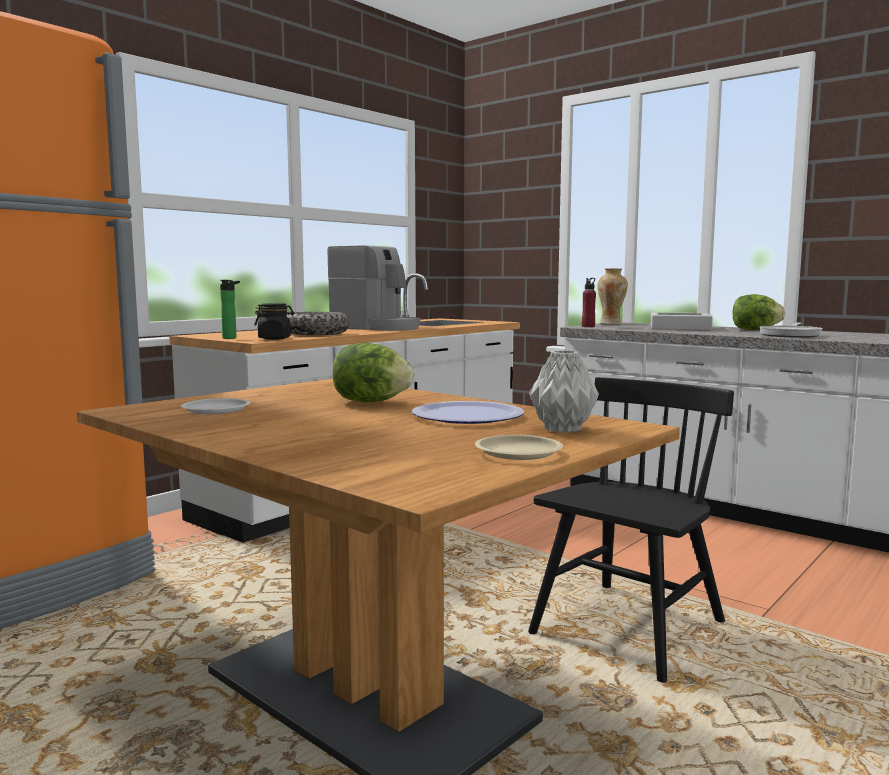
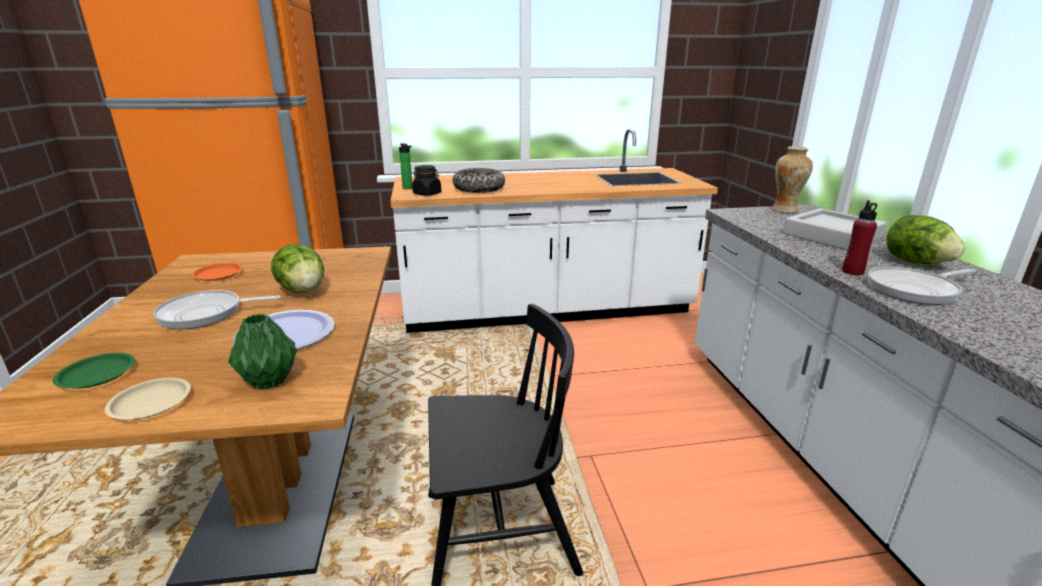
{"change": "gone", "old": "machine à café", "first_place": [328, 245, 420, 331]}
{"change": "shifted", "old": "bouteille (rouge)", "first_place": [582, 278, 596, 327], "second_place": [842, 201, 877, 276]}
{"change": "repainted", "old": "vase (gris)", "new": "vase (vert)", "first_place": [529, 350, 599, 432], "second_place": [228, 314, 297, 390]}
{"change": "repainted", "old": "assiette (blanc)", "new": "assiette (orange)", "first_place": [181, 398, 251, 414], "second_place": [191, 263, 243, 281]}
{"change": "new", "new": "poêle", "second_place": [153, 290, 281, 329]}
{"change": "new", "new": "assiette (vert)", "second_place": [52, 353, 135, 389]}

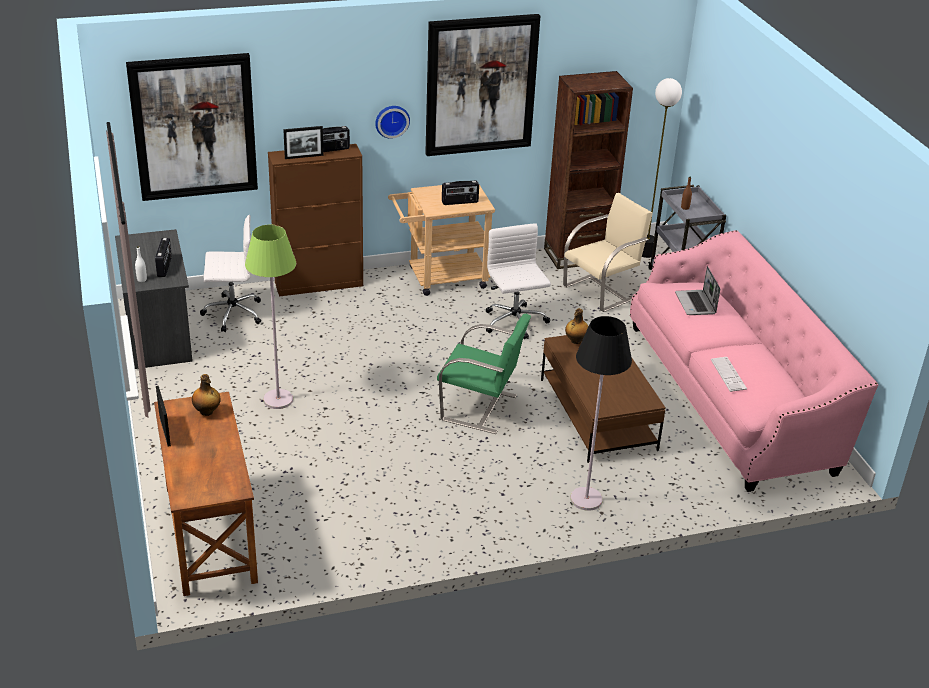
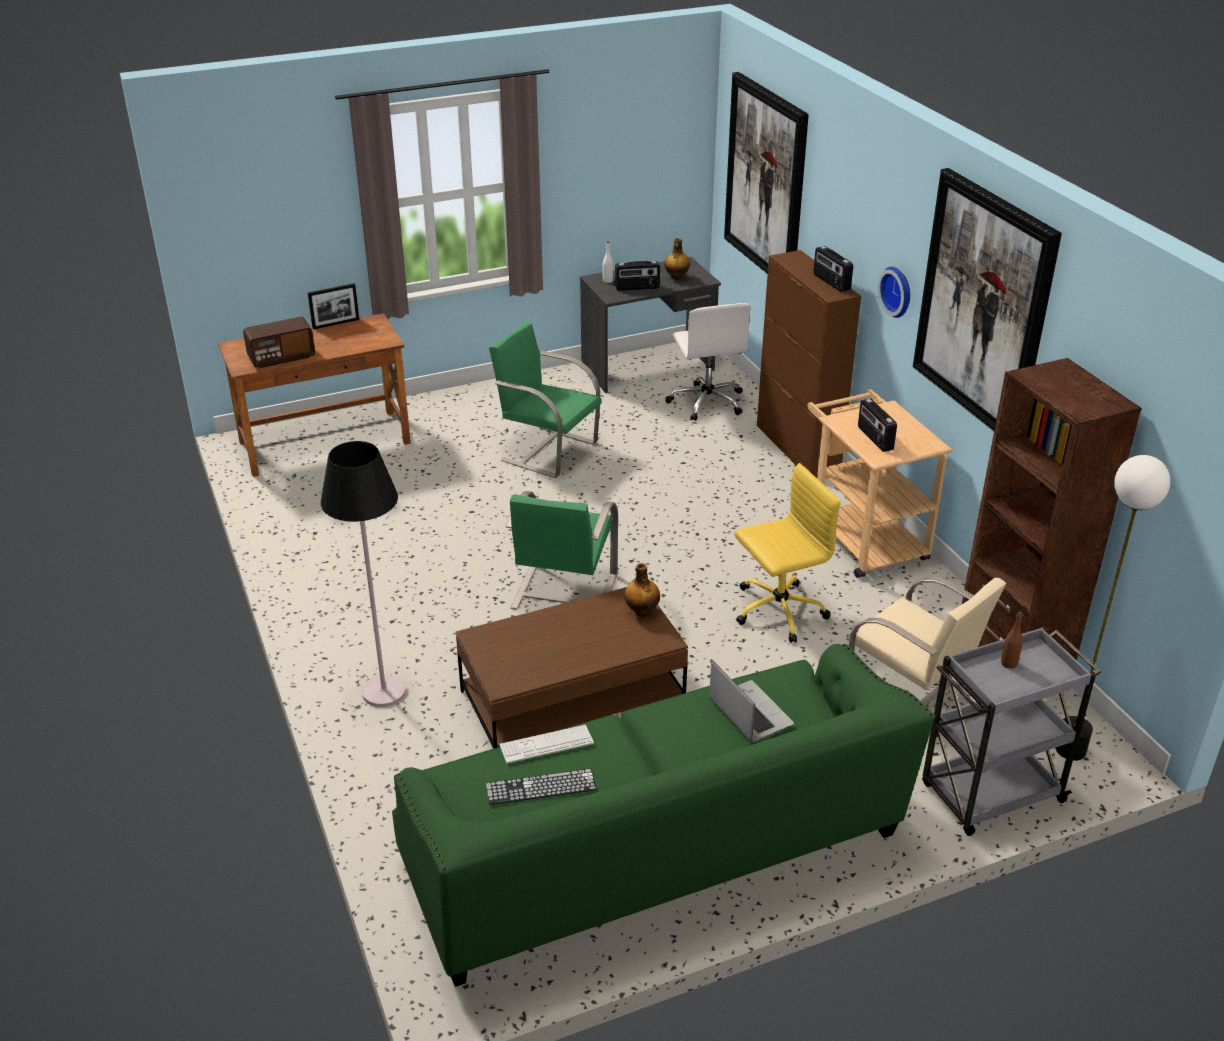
{"change": "gone", "old": "cadre photo", "first_place": [283, 126, 324, 159]}
{"change": "repainted", "old": "chaise de bureau (blanc)", "new": "chaise de bureau (jaune)", "first_place": [486, 223, 551, 339], "second_place": [735, 463, 841, 643]}
{"change": "swapped", "old": "lampadaire (vert)", "new": "chaise (vert)", "first_place": [245, 225, 296, 409], "second_place": [489, 322, 601, 478]}
{"change": "repainted", "old": "canapé (rose)", "new": "canapé (vert)", "first_place": [630, 230, 879, 492], "second_place": [392, 644, 935, 987]}
{"change": "rotated", "old": "ordinateur portable", "first_place": [675, 266, 720, 315], "second_place": [709, 660, 794, 743], "degrees": 75}
{"change": "shifted", "old": "bouteille", "first_place": [192, 374, 221, 416], "second_place": [664, 238, 690, 280]}
{"change": "new", "new": "radio", "second_place": [243, 317, 315, 368]}
{"change": "new", "new": "clavier", "second_place": [486, 768, 597, 805]}

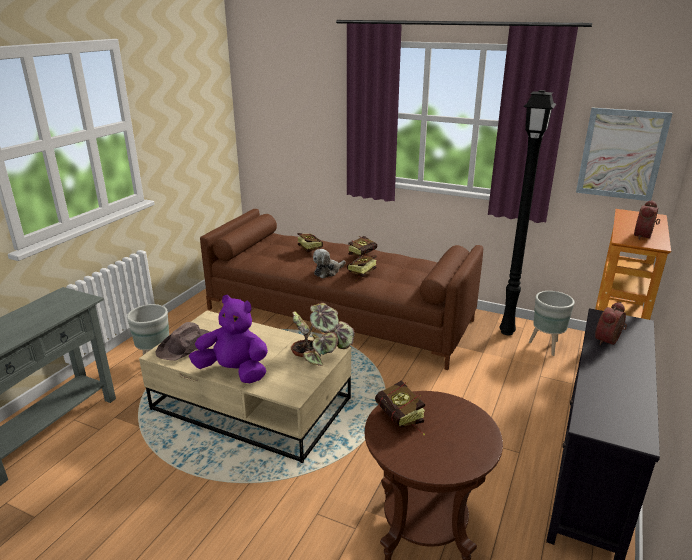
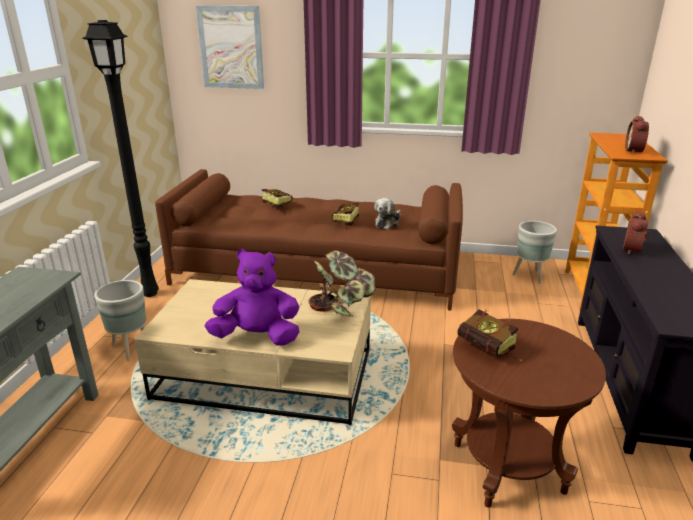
{"change": "shifted", "old": "lampadaire (noir)", "first_place": [499, 90, 557, 335], "second_place": [82, 20, 159, 297]}
{"change": "shifted", "old": "tableau", "first_place": [576, 108, 673, 201], "second_place": [196, 6, 264, 89]}
{"change": "gone", "old": "livre", "first_place": [348, 236, 377, 256]}
{"change": "shifted", "old": "peluche", "first_place": [313, 249, 346, 278], "second_place": [374, 198, 401, 230]}
{"change": "gone", "old": "chapeau (marron)", "first_place": [156, 322, 210, 361]}

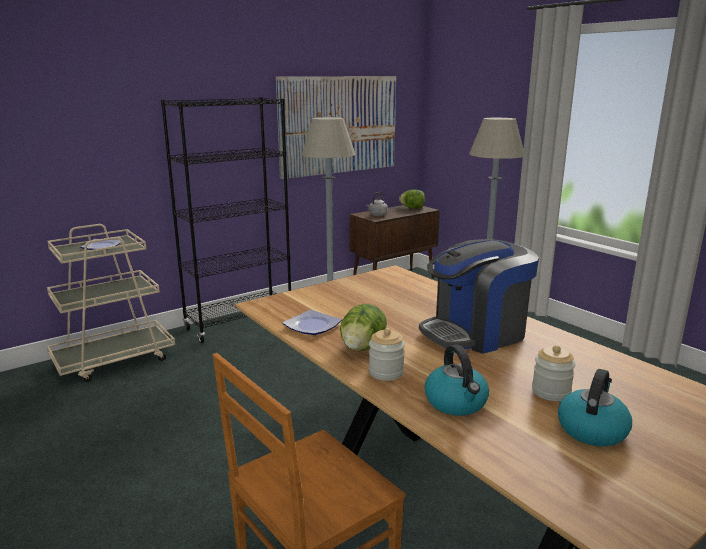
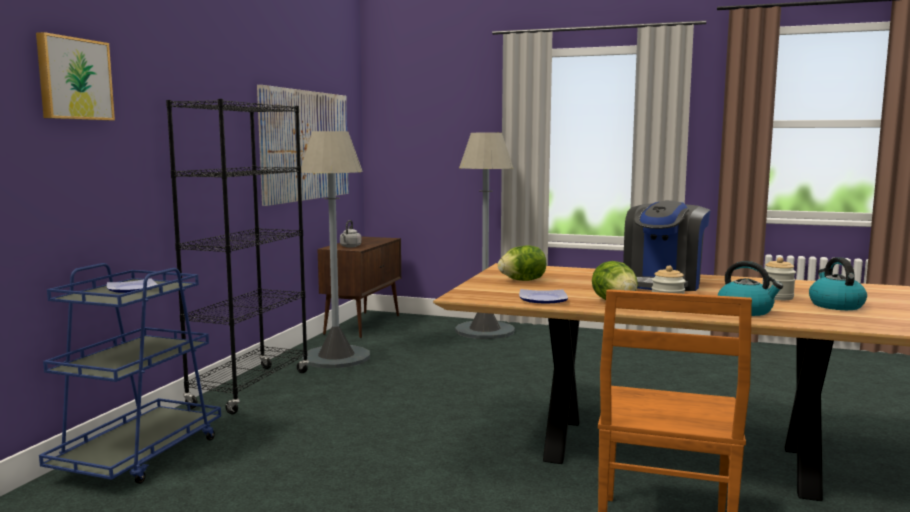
{"change": "shifted", "old": "laitue", "first_place": [399, 190, 425, 209], "second_place": [498, 245, 546, 281]}
{"change": "repainted", "old": "chariot (beige)", "new": "chariot (bleu)", "first_place": [47, 224, 175, 382], "second_place": [39, 263, 221, 484]}
{"change": "new", "new": "tableau", "second_place": [36, 32, 115, 120]}

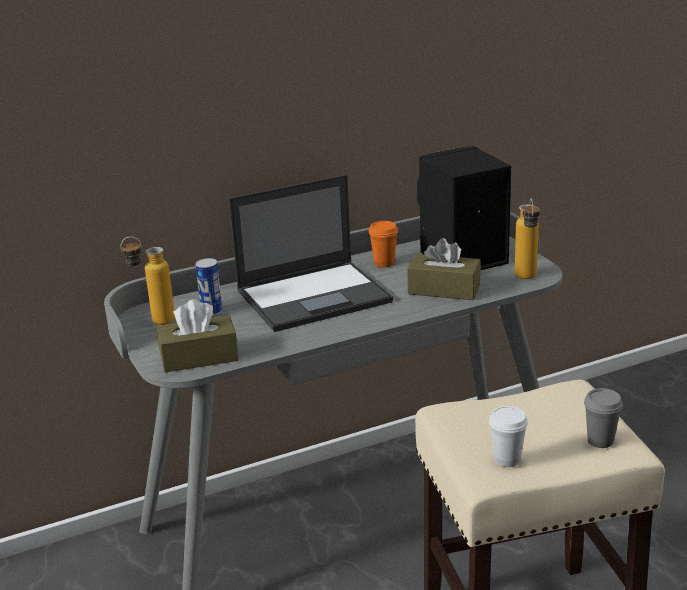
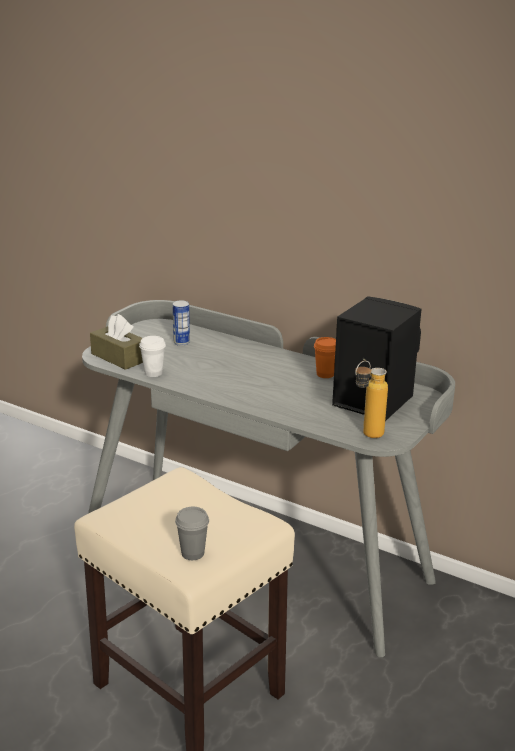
{"change": "gone", "old": "ordinateur portable", "first_place": [229, 175, 393, 332]}
{"change": "gone", "old": "bouteille", "first_place": [121, 236, 175, 325]}
{"change": "gone", "old": "boîte à mouchoirs (marron)", "first_place": [407, 238, 481, 300]}
{"change": "shifted", "old": "tasse (blanc)", "first_place": [489, 406, 528, 467], "second_place": [139, 336, 166, 377]}

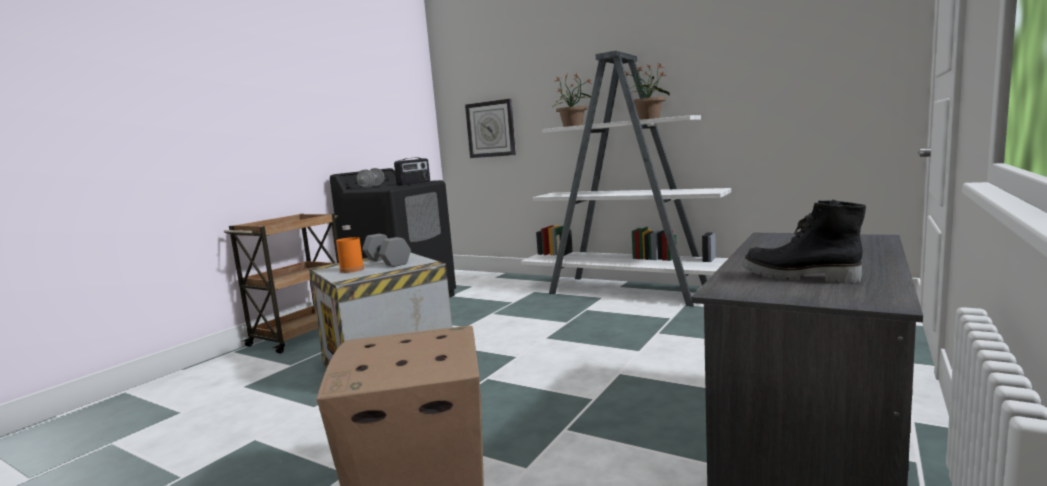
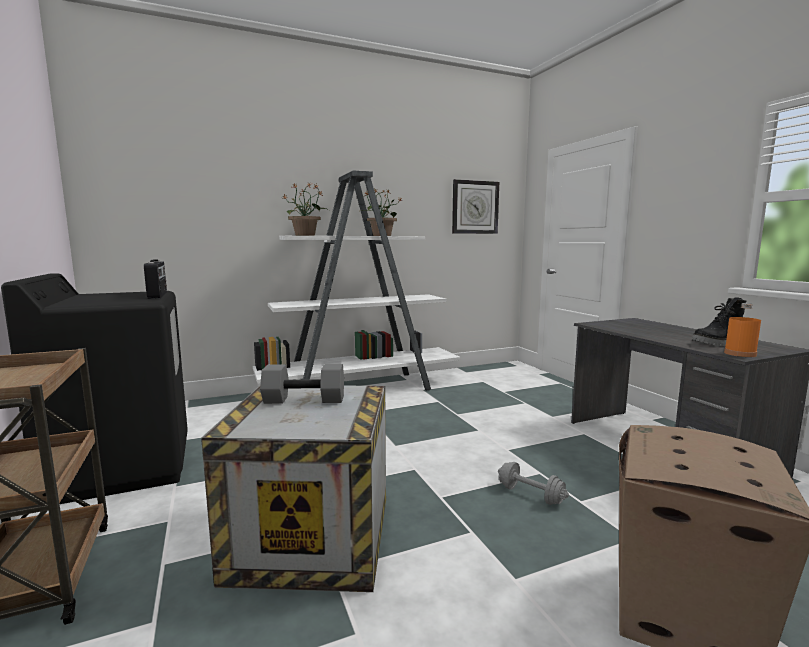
{"change": "shifted", "old": "horloge murale", "first_place": [465, 99, 516, 158], "second_place": [452, 179, 499, 234]}
{"change": "shifted", "old": "haltère (gris)", "first_place": [357, 168, 384, 188], "second_place": [498, 462, 569, 505]}
{"change": "shifted", "old": "bouteille (orange)", "first_place": [336, 225, 364, 273], "second_place": [724, 303, 761, 357]}

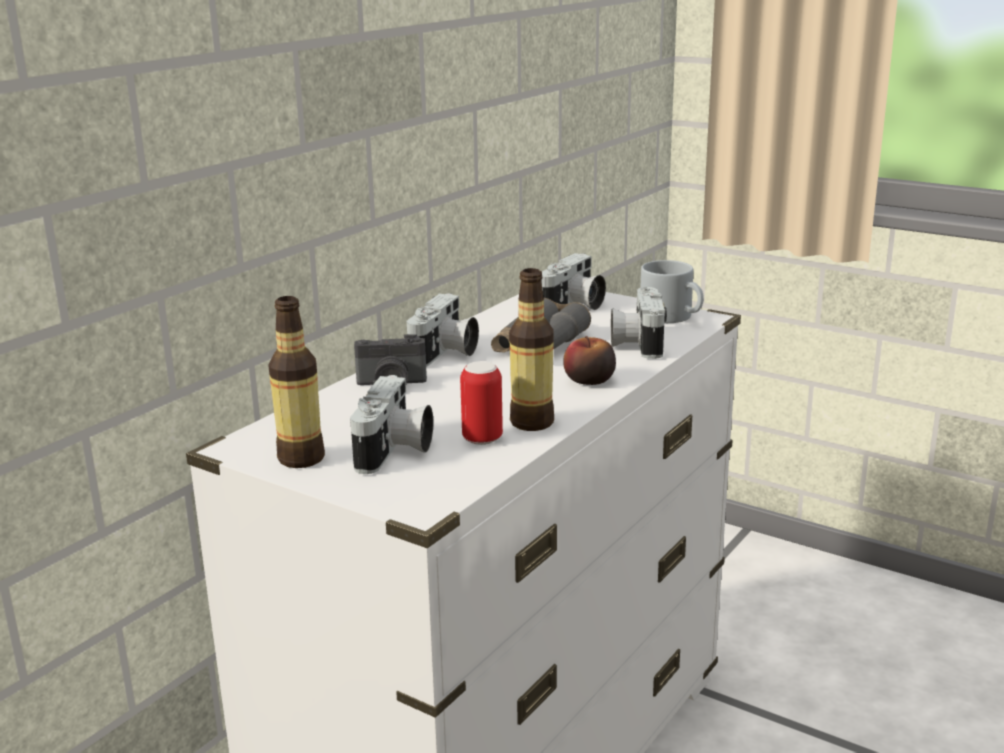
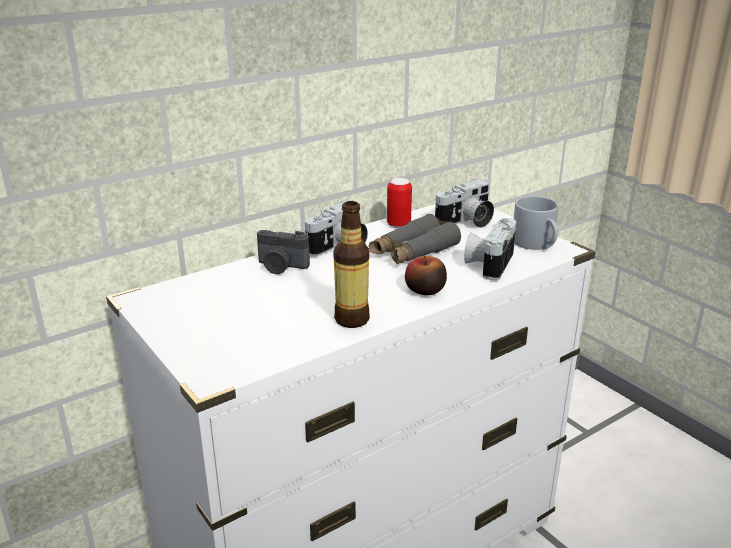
{"change": "gone", "old": "bouteille", "first_place": [268, 296, 325, 468]}
{"change": "shifted", "old": "boîte métallique", "first_place": [460, 361, 503, 445], "second_place": [387, 178, 412, 228]}
{"change": "gone", "old": "appareil photo", "first_place": [350, 375, 433, 474]}

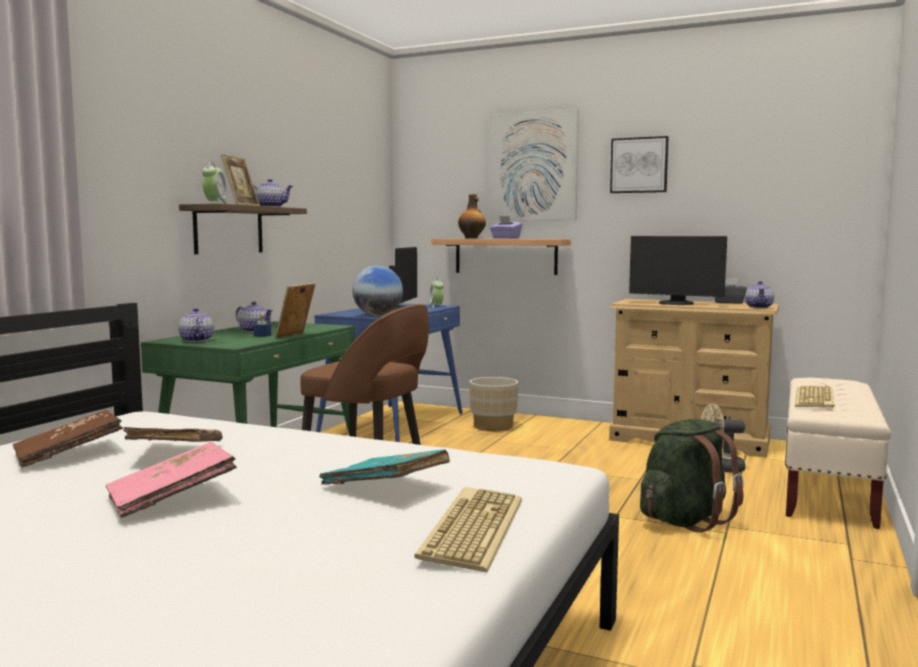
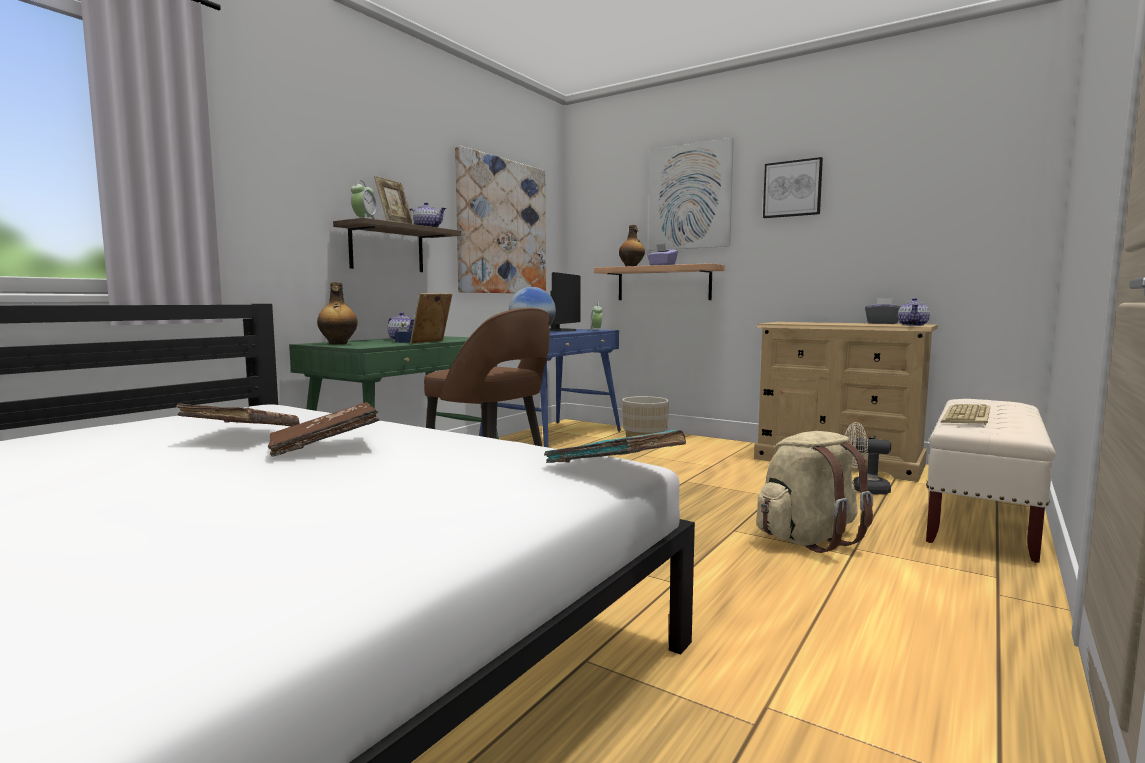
{"change": "gone", "old": "écran d'ordinateur", "first_place": [629, 236, 727, 305]}
{"change": "swapped", "old": "théière", "new": "bouteille", "first_place": [178, 308, 214, 342], "second_place": [317, 282, 358, 345]}
{"change": "shifted", "old": "livre (marron)", "first_place": [13, 410, 123, 468], "second_place": [268, 402, 380, 457]}
{"change": "repainted", "old": "sac à dos (vert)", "new": "sac à dos (beige)", "first_place": [640, 419, 744, 533], "second_place": [756, 431, 873, 553]}
{"change": "gone", "old": "livre (rose)", "first_place": [105, 442, 237, 518]}
{"change": "shifted", "old": "livre (turquoise)", "first_place": [319, 450, 450, 484], "second_place": [544, 430, 686, 463]}
{"change": "gone", "old": "clavier", "first_place": [414, 487, 522, 573]}
{"change": "new", "new": "tableau", "second_place": [455, 146, 546, 293]}

